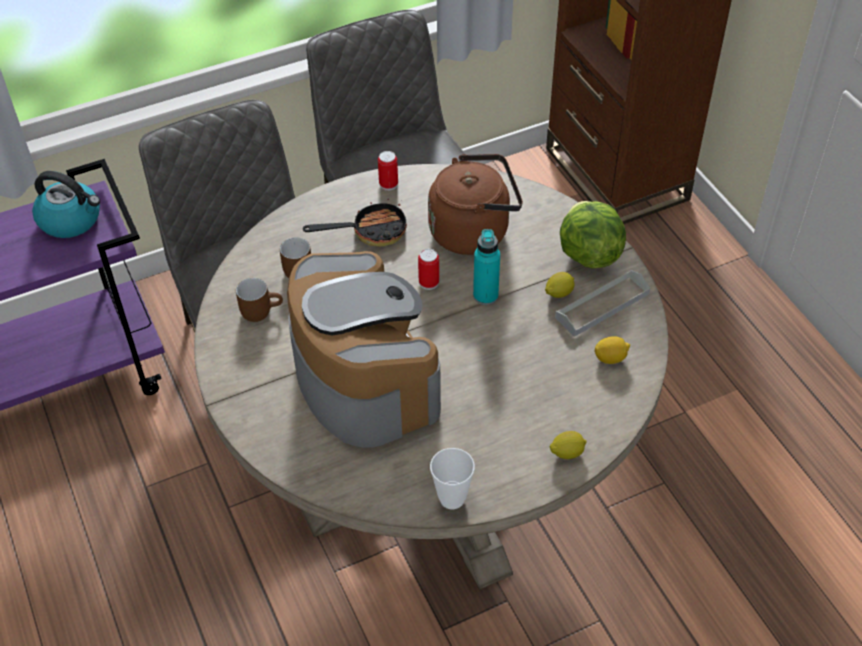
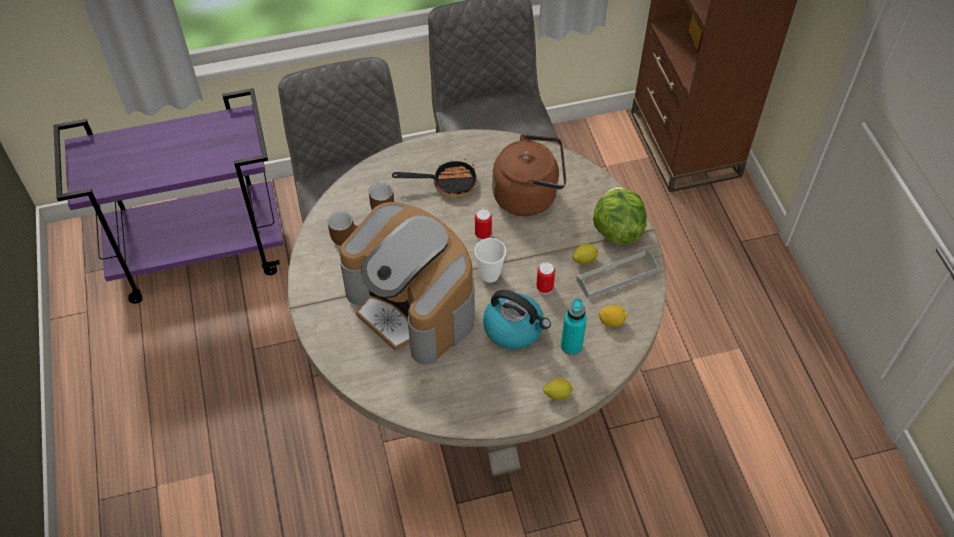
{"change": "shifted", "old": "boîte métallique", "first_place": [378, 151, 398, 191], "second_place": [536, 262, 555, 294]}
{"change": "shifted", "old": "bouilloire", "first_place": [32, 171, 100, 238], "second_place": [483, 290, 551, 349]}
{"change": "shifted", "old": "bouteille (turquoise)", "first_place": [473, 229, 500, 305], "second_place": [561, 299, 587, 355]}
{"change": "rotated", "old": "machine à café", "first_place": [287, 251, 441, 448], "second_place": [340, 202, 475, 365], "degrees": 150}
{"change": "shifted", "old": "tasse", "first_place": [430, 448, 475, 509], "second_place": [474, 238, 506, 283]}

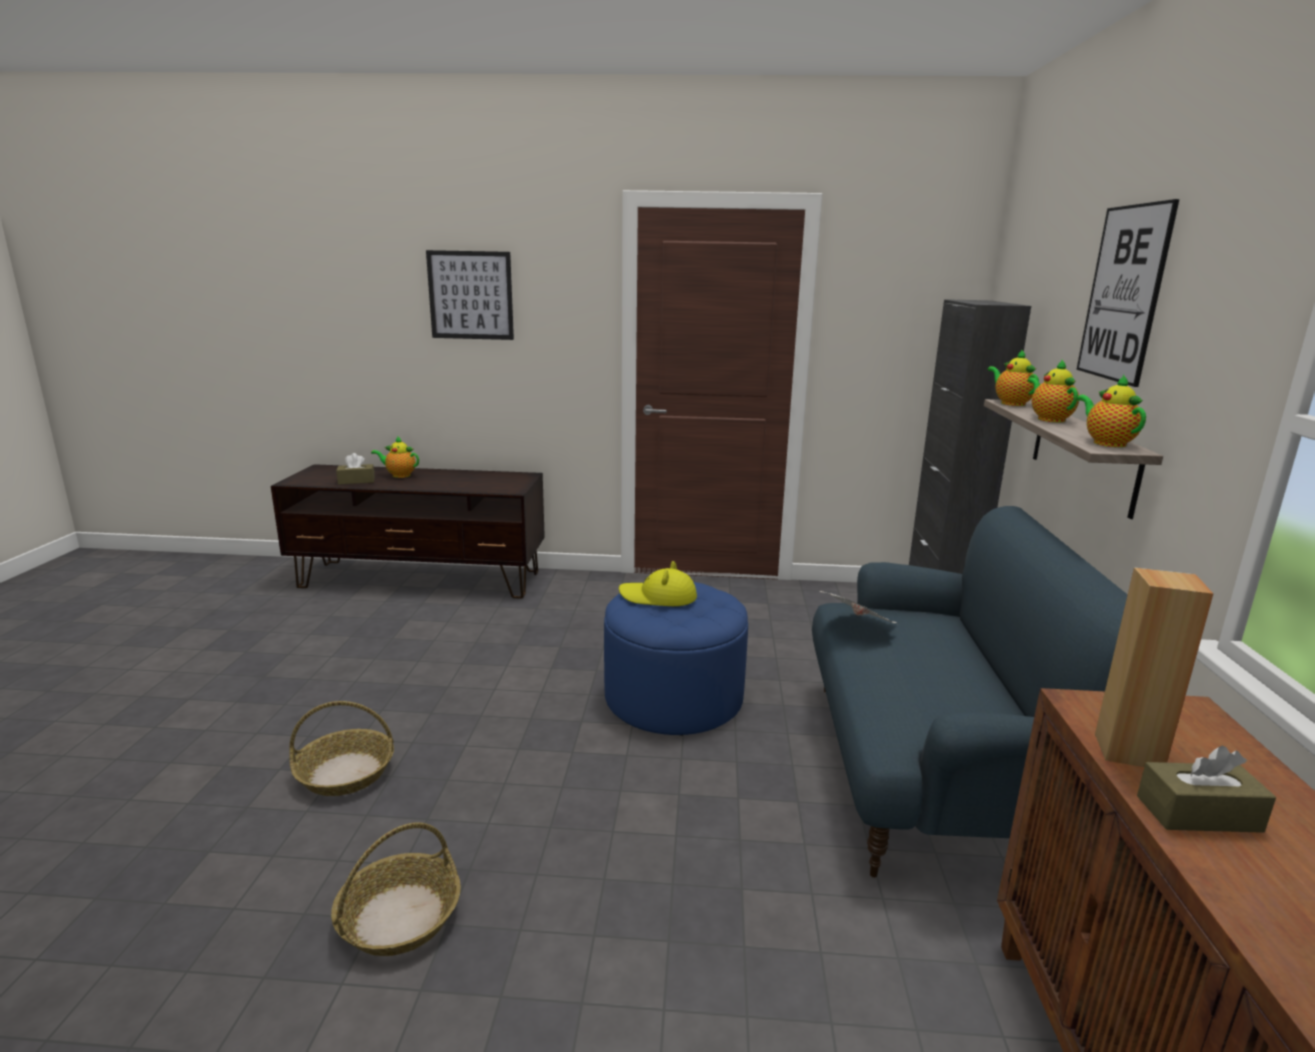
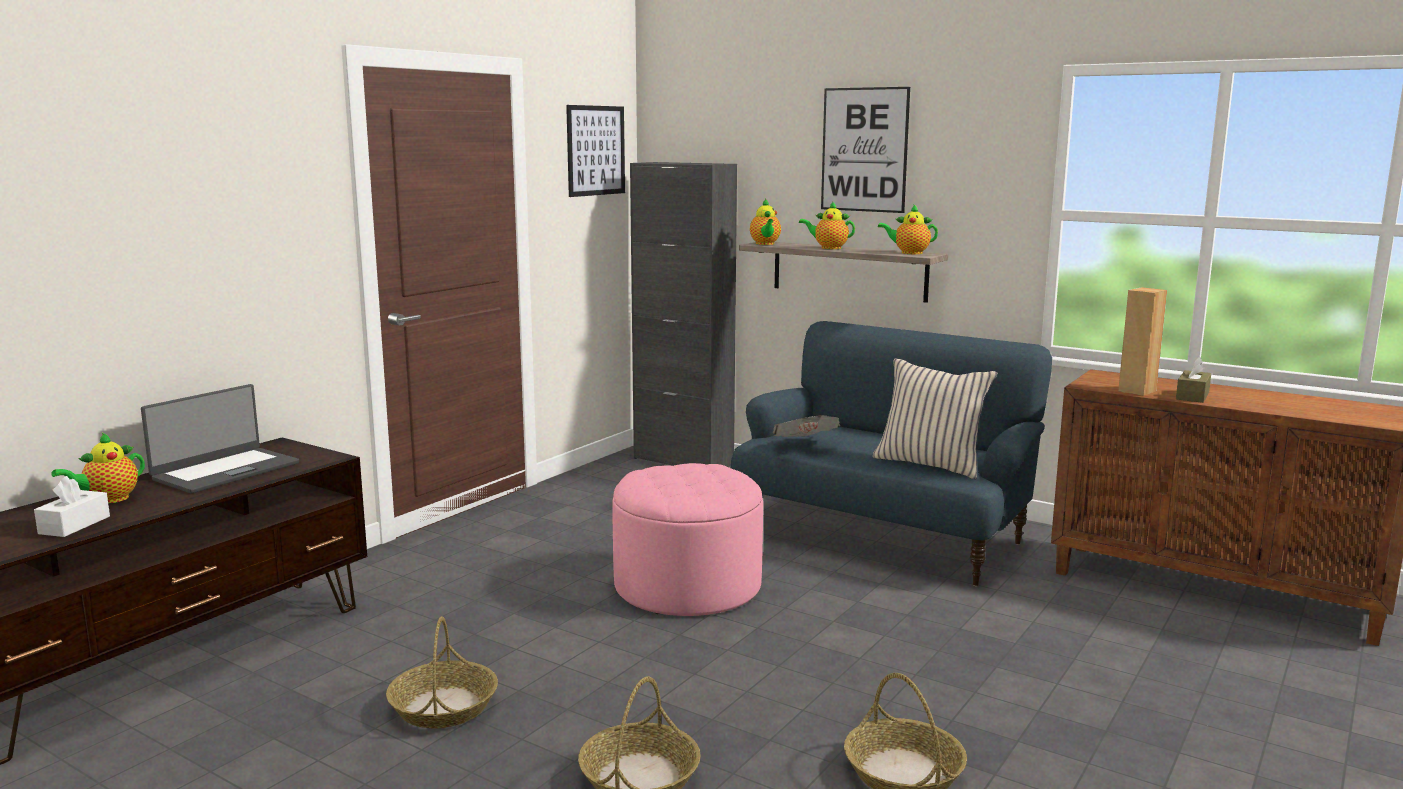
{"change": "shifted", "old": "tableau", "first_place": [426, 250, 514, 340], "second_place": [566, 105, 625, 197]}
{"change": "rotated", "old": "théière", "first_place": [988, 349, 1039, 406], "second_place": [750, 199, 781, 245], "degrees": -105}
{"change": "repainted", "old": "boîte à mouchoirs (marron)", "new": "boîte à mouchoirs (blanc)", "first_place": [336, 453, 375, 485], "second_place": [34, 476, 110, 537]}
{"change": "gone", "old": "chapeau (jaune)", "first_place": [619, 561, 697, 606]}
{"change": "repainted", "old": "pouf (bleu)", "new": "pouf (rose)", "first_place": [604, 582, 748, 736], "second_place": [612, 463, 763, 616]}
{"change": "new", "new": "coussin (beige)", "second_place": [873, 358, 998, 479]}
{"change": "new", "new": "ordinateur portable", "second_place": [141, 384, 299, 494]}
{"change": "new", "new": "panier", "second_place": [386, 616, 498, 728]}

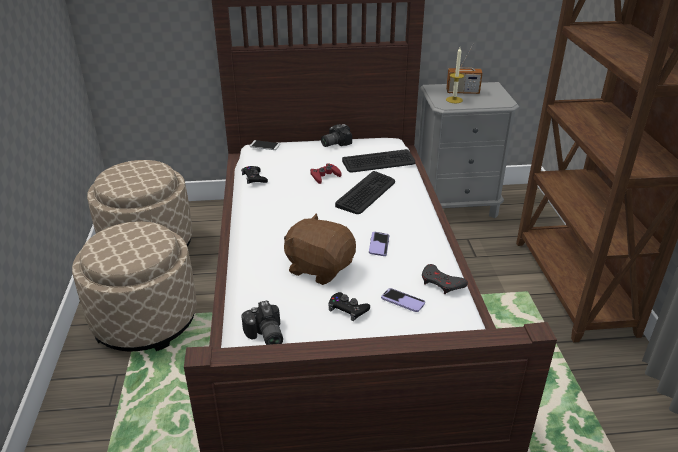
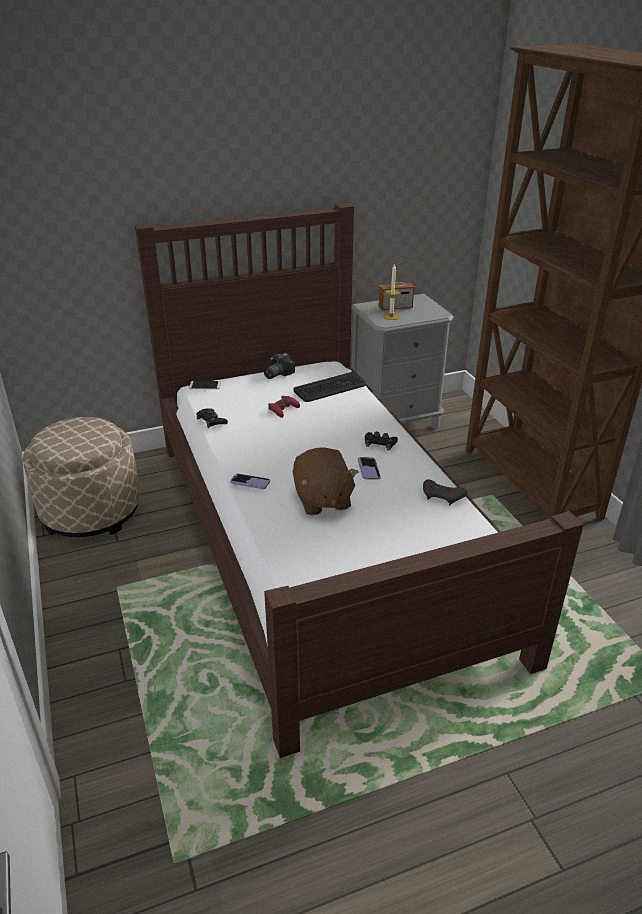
{"change": "gone", "old": "clavier", "first_place": [335, 171, 395, 214]}
{"change": "rotated", "old": "peluche (marron)", "first_place": [284, 213, 356, 285], "second_place": [293, 448, 358, 515], "degrees": -120}
{"change": "gone", "old": "pouf (beige)", "first_place": [72, 221, 196, 351]}
{"change": "shifted", "old": "téléphone", "first_place": [381, 288, 425, 312], "second_place": [230, 474, 270, 489]}
{"change": "shifted", "old": "manette (noir)", "first_place": [329, 292, 370, 321], "second_place": [365, 432, 398, 451]}
{"change": "gone", "old": "appareil photo", "first_place": [241, 301, 283, 345]}

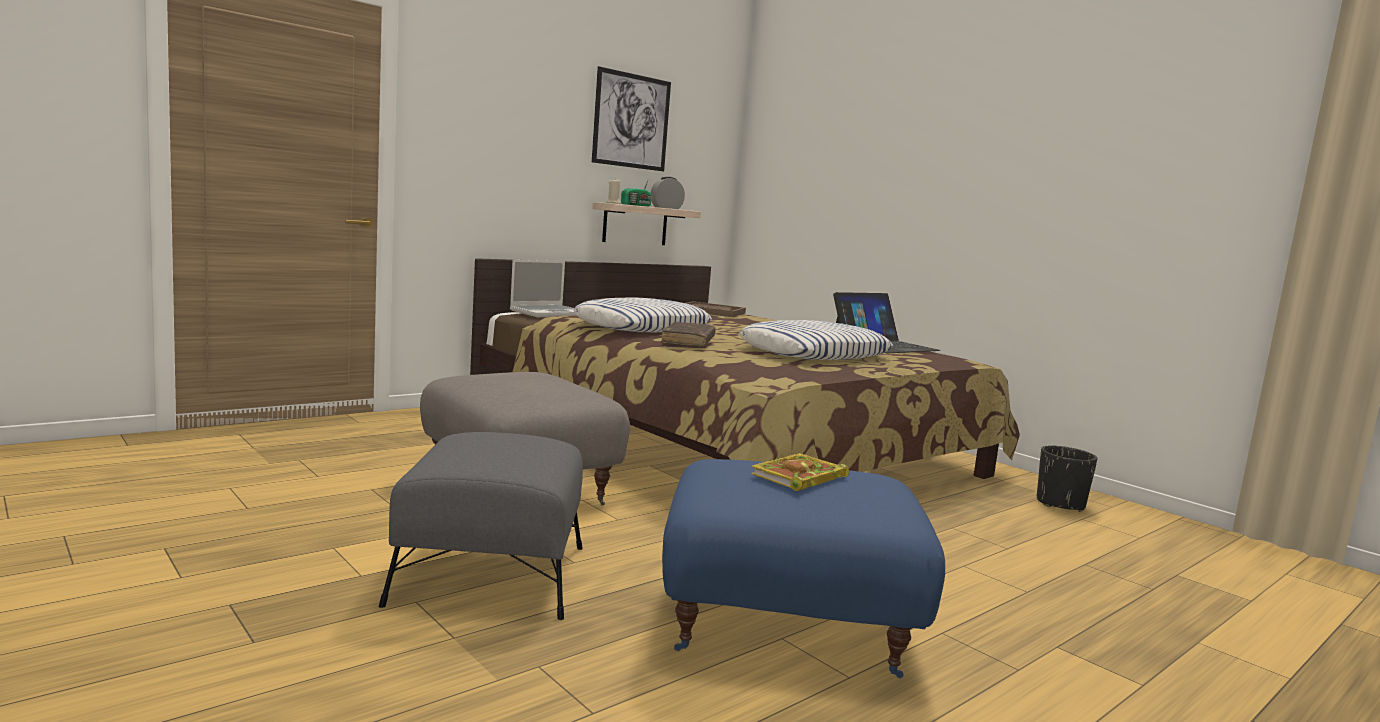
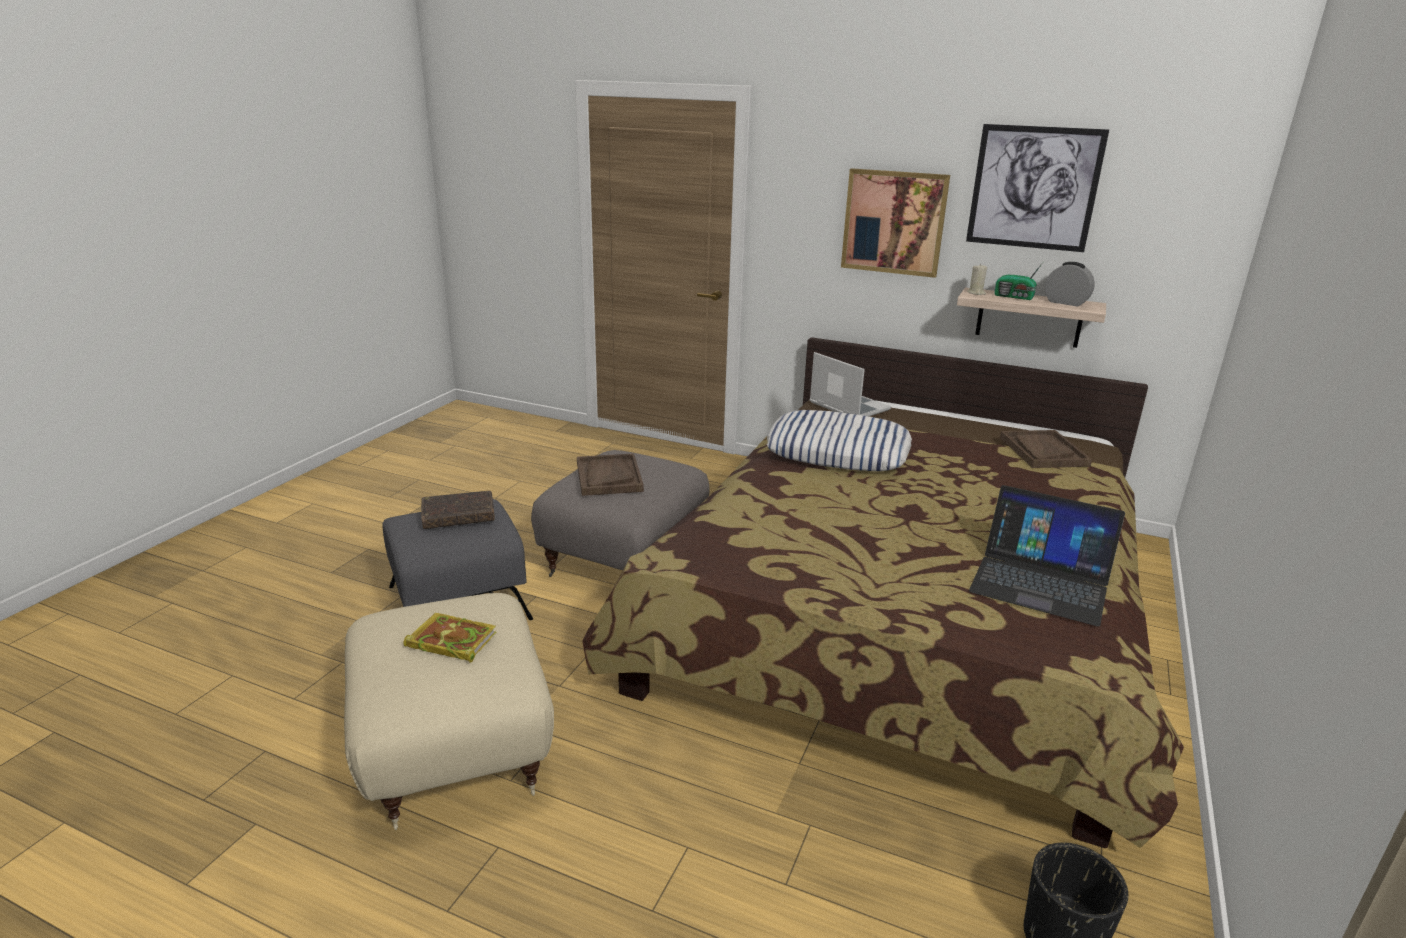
{"change": "rotated", "old": "ordinateur portable", "first_place": [510, 260, 577, 317], "second_place": [809, 352, 891, 416], "degrees": -150}
{"change": "gone", "old": "coussin", "first_place": [740, 320, 893, 360]}
{"change": "shifted", "old": "livre (marron)", "first_place": [661, 322, 716, 347], "second_place": [421, 491, 495, 529]}
{"change": "repainted", "old": "pouf (bleu)", "new": "pouf (beige)", "first_place": [662, 459, 945, 678], "second_place": [344, 593, 554, 830]}
{"change": "new", "new": "tableau", "second_place": [841, 168, 950, 278]}
{"change": "new", "new": "plateau (marron)", "second_place": [577, 453, 644, 496]}

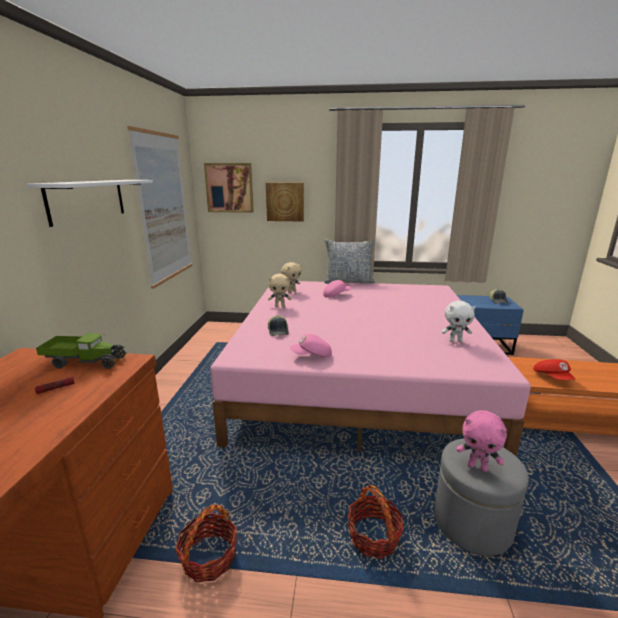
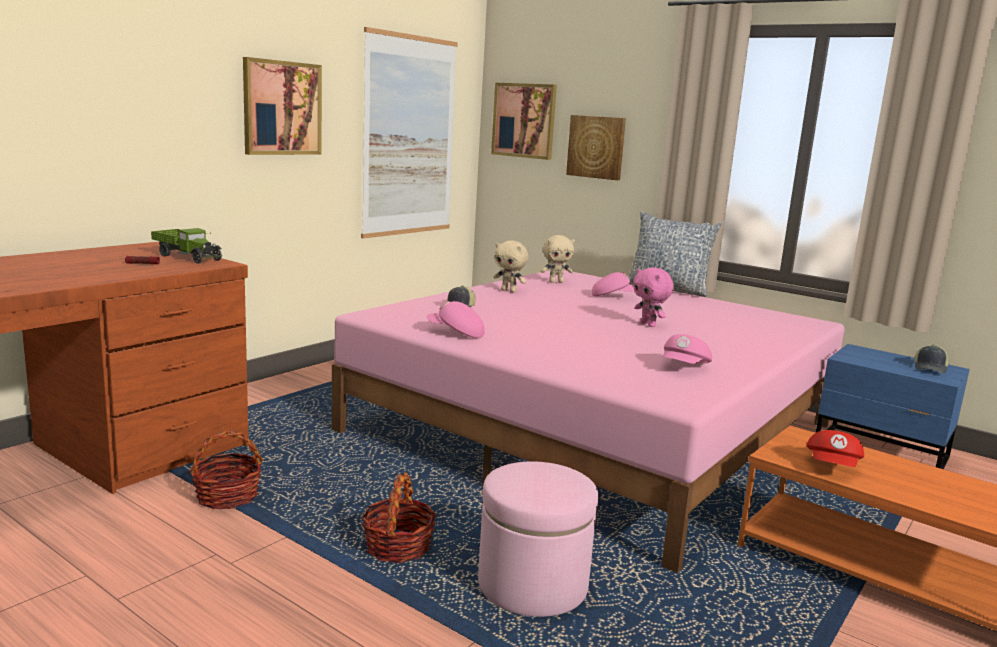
{"change": "swapped", "old": "étagère (blanc)", "new": "tableau", "first_place": [27, 180, 153, 227], "second_place": [243, 57, 322, 155]}
{"change": "swapped", "old": "peluche (blanc)", "new": "casquette (rose)", "first_place": [441, 301, 476, 342], "second_place": [662, 334, 712, 364]}
{"change": "shifted", "old": "peluche (rose)", "first_place": [456, 410, 507, 472], "second_place": [633, 268, 674, 327]}
{"change": "repainted", "old": "pouf (gris)", "new": "pouf (rose)", "first_place": [434, 438, 529, 556], "second_place": [478, 461, 598, 617]}

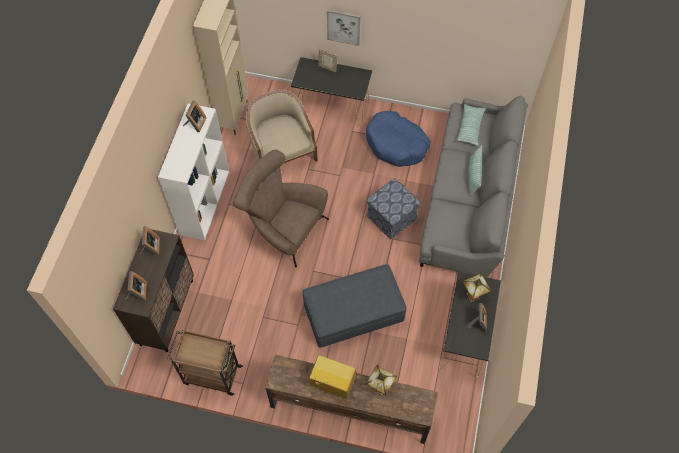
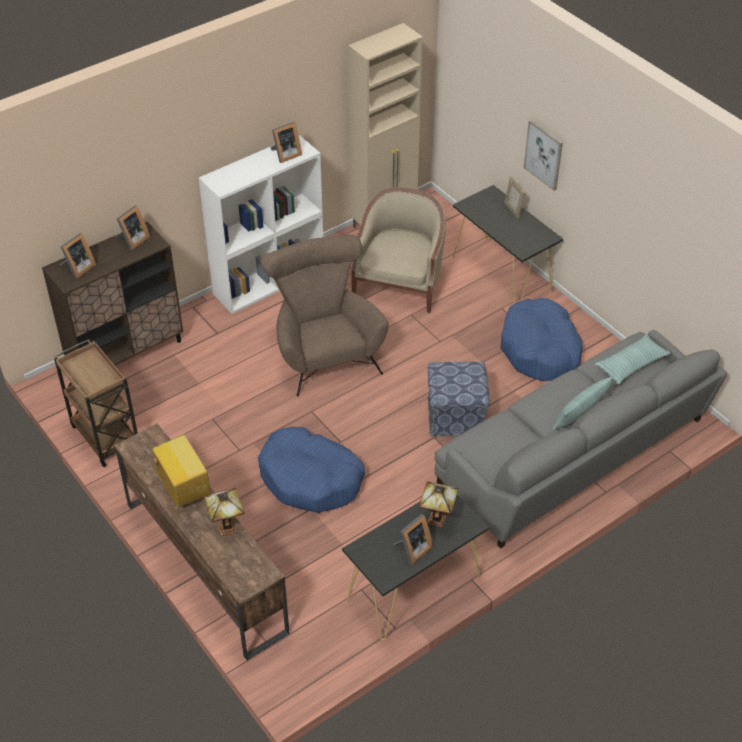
{"change": "swapped", "old": "pouf (gris)", "new": "panier pour chien (bleu)", "first_place": [303, 264, 406, 347], "second_place": [258, 427, 365, 513]}

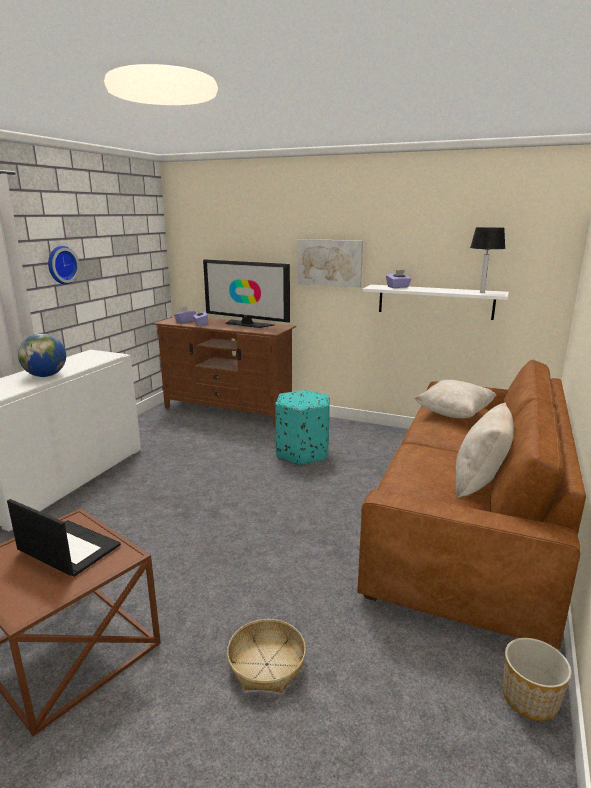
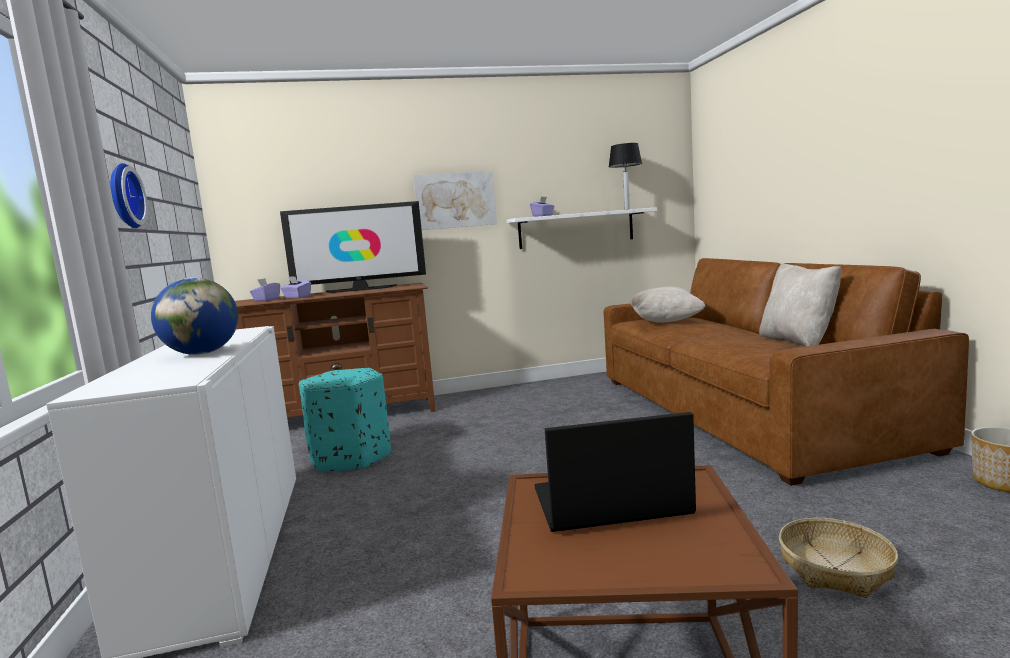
{"change": "shifted", "old": "pouf (turquoise)", "first_place": [275, 390, 330, 465], "second_place": [299, 368, 391, 473]}

